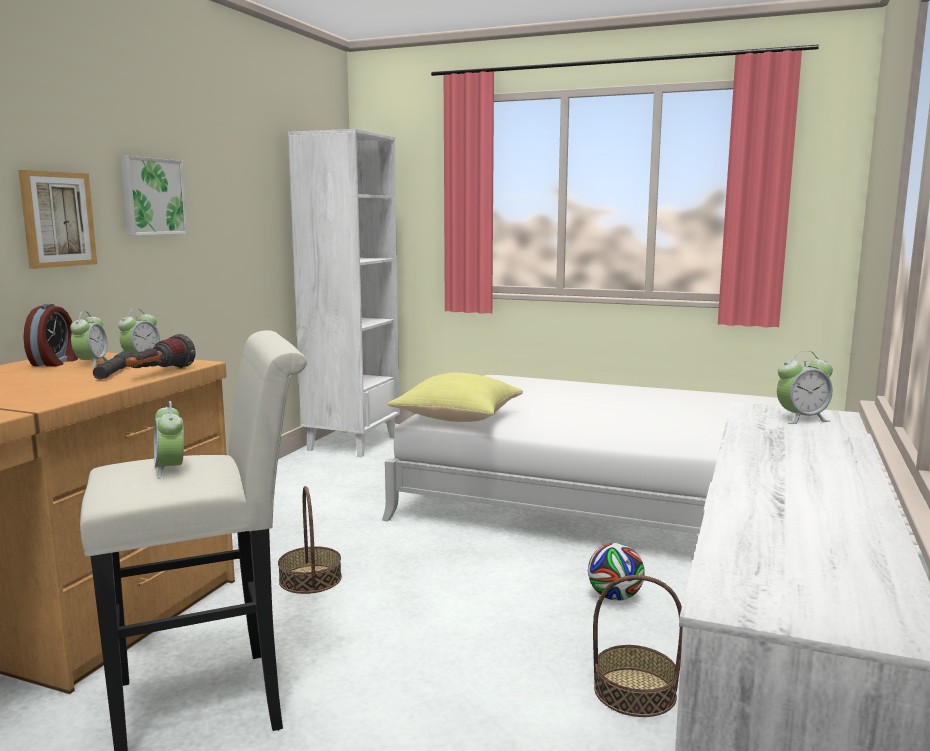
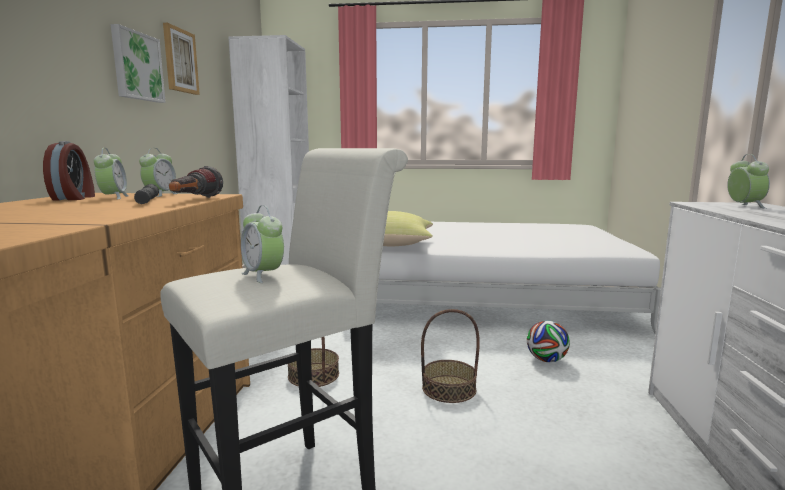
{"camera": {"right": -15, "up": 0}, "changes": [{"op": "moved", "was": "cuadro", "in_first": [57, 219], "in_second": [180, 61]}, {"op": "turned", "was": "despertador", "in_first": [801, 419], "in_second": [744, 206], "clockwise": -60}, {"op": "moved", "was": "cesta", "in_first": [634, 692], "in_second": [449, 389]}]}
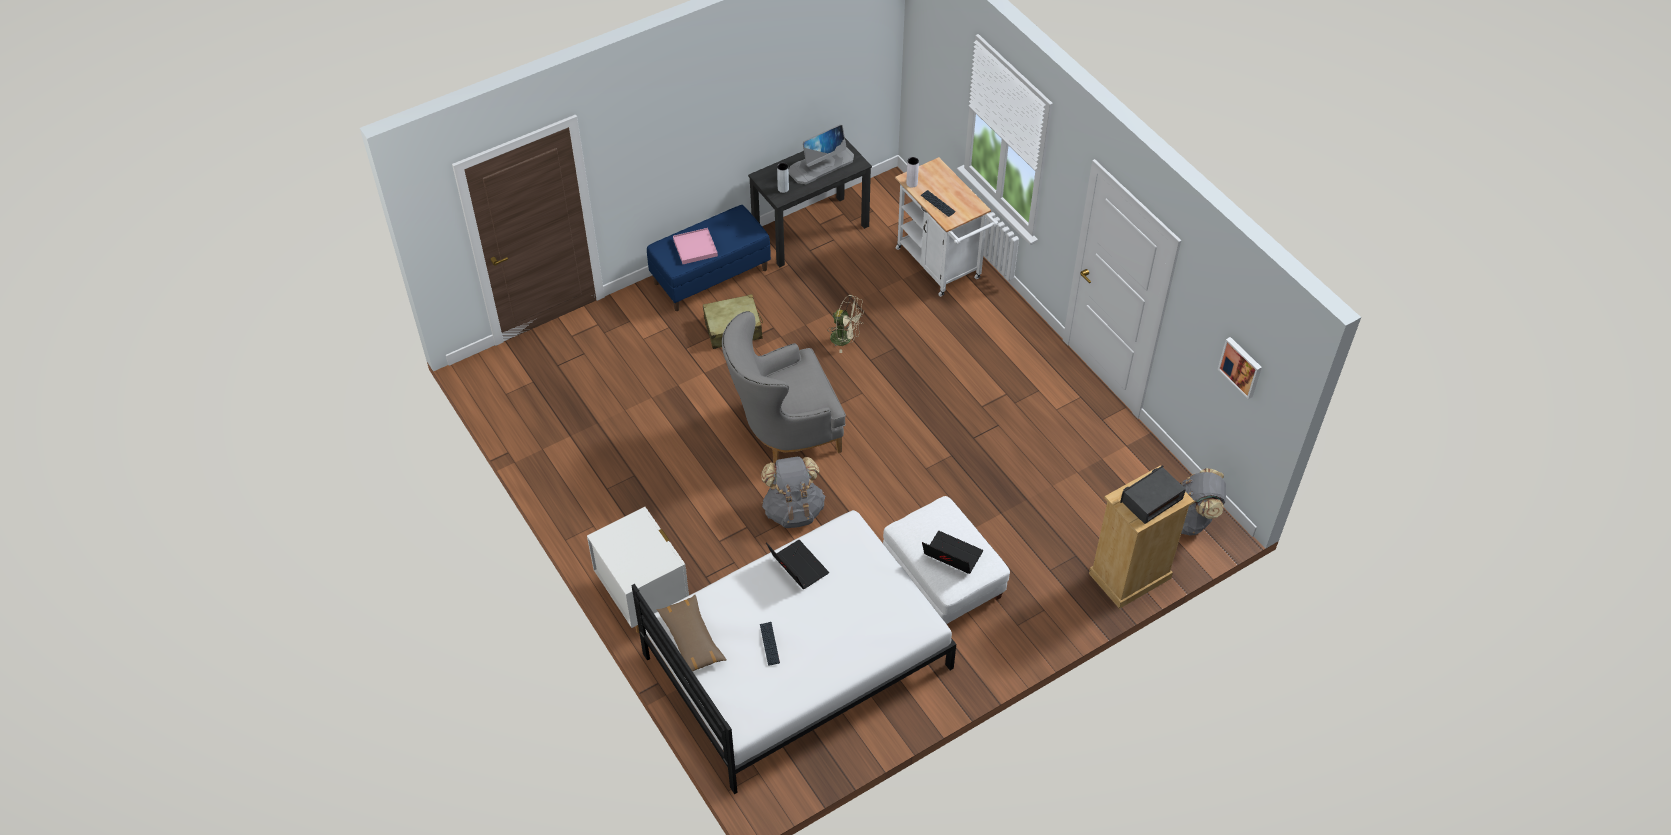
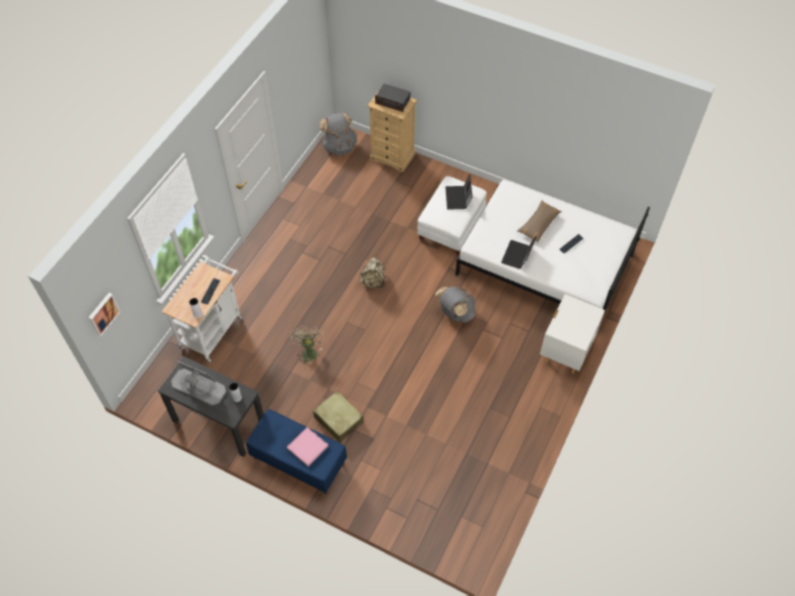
{"camera": {"right": -120, "up": 5}, "changes": [{"op": "removed", "was": "sillón [gris]", "in_first": [783, 431]}, {"op": "moved", "was": "cuadro", "in_first": [1241, 367], "in_second": [103, 313]}, {"op": "moved", "was": "cojín [marrón]", "in_first": [691, 639], "in_second": [539, 224]}, {"op": "added", "now": "mochila [beis]", "in_second": [373, 281]}]}
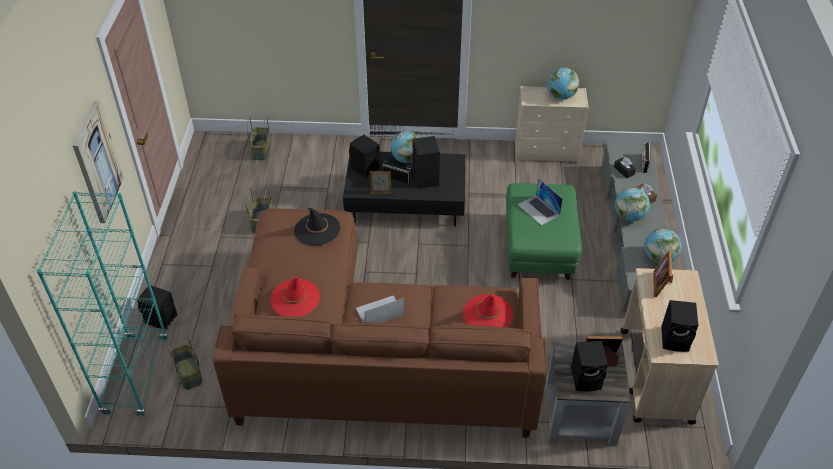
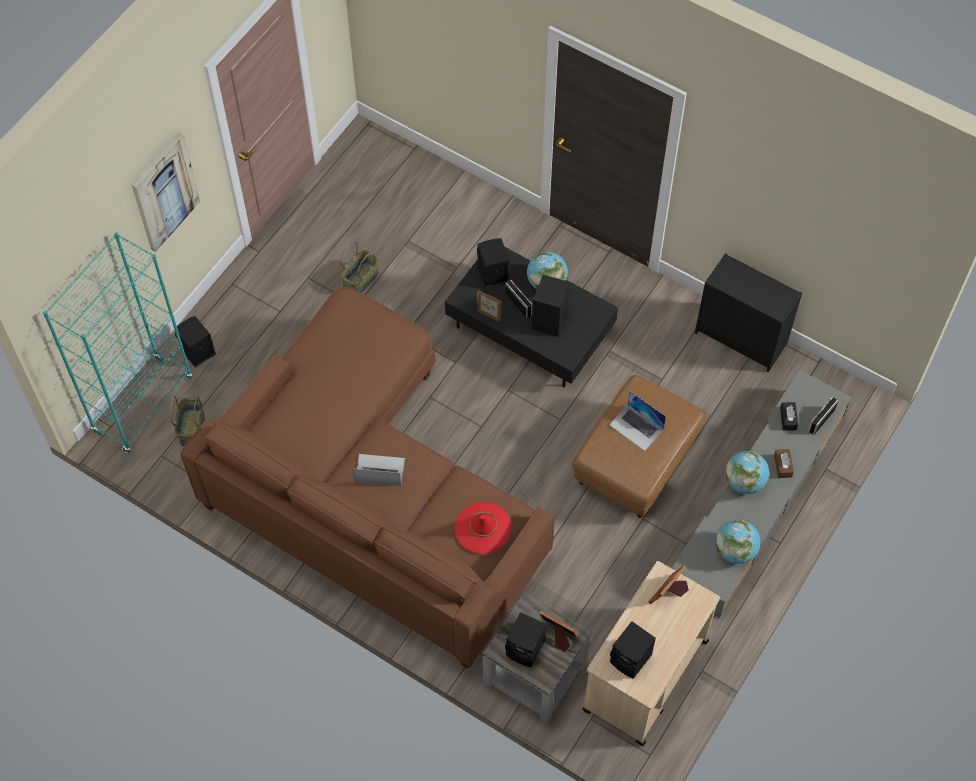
{"camera": {"right": 30, "up": 15}, "changes": [{"op": "removed", "was": "globo terráqueo", "in_first": [560, 96]}, {"op": "recoloured", "was": "cómoda [beis]", "now": "cómoda [negro]", "in_first": [547, 152], "in_second": [742, 338]}, {"op": "removed", "was": "cesta", "in_first": [261, 150]}, {"op": "turned", "was": "portátil", "in_first": [538, 210], "in_second": [636, 427], "clockwise": -45}, {"op": "recoloured", "was": "puf [verde]", "now": "puf [marrón]", "in_first": [539, 249], "in_second": [635, 463]}, {"op": "removed", "was": "sombrero [negro]", "in_first": [317, 229]}, {"op": "removed", "was": "sombrero [rojo]", "in_first": [295, 298]}]}
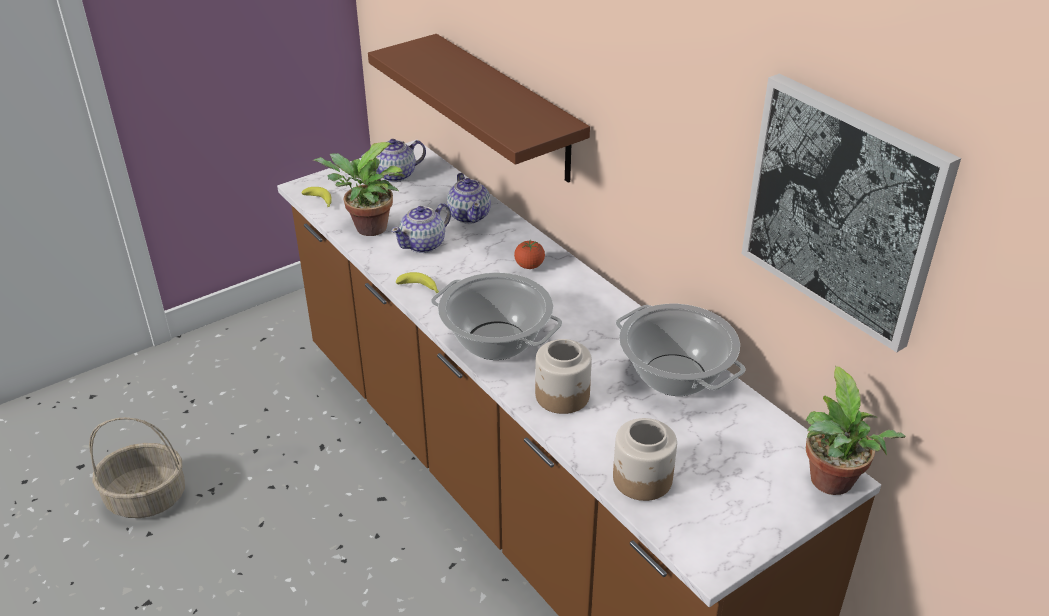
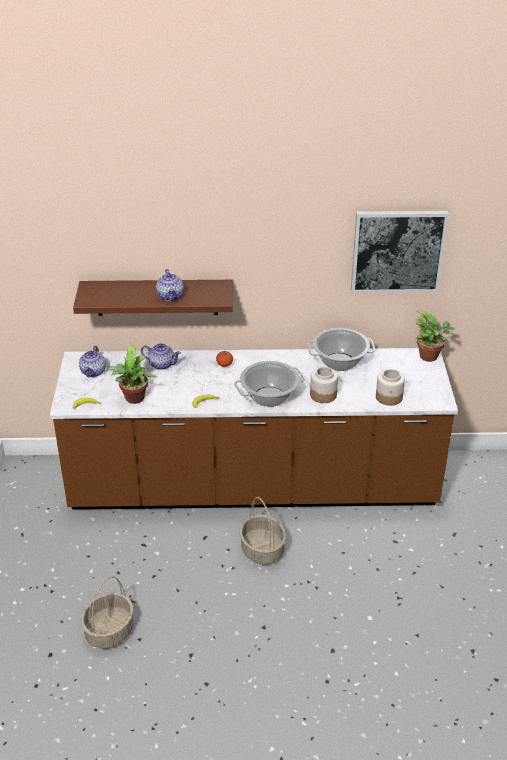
{"camera": {"right": -55, "up": 0}, "changes": [{"op": "moved", "was": "tetera", "in_first": [424, 244], "in_second": [170, 296]}, {"op": "added", "now": "cesta", "in_second": [262, 550]}]}
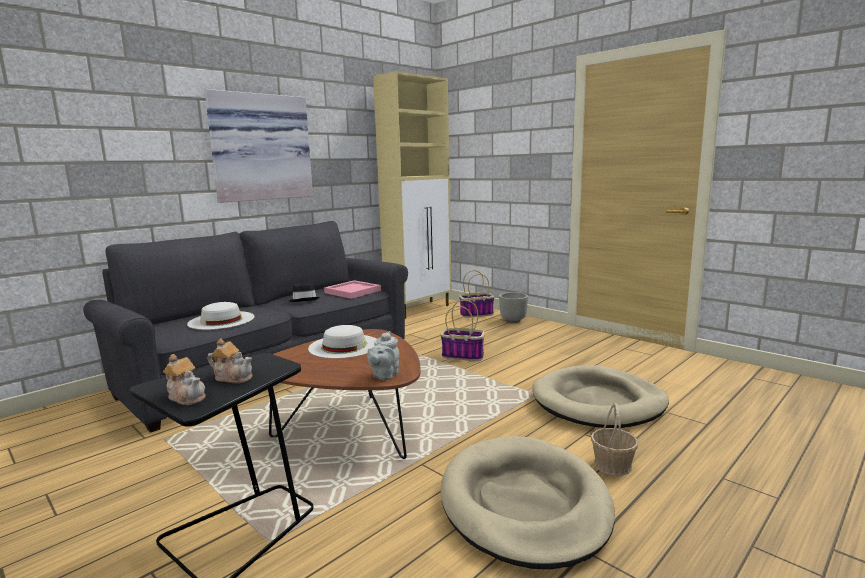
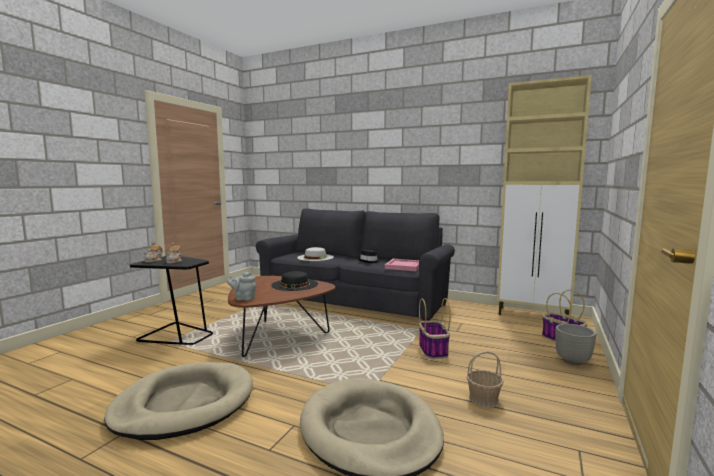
{"camera": {"right": 70, "up": -5}, "changes": [{"op": "removed", "was": "cuadro", "in_first": [260, 147]}, {"op": "recoloured", "was": "sombrero [blanco]", "now": "sombrero [negro]", "in_first": [344, 346], "in_second": [295, 284]}, {"op": "moved", "was": "cesta", "in_first": [613, 465], "in_second": [484, 399]}]}
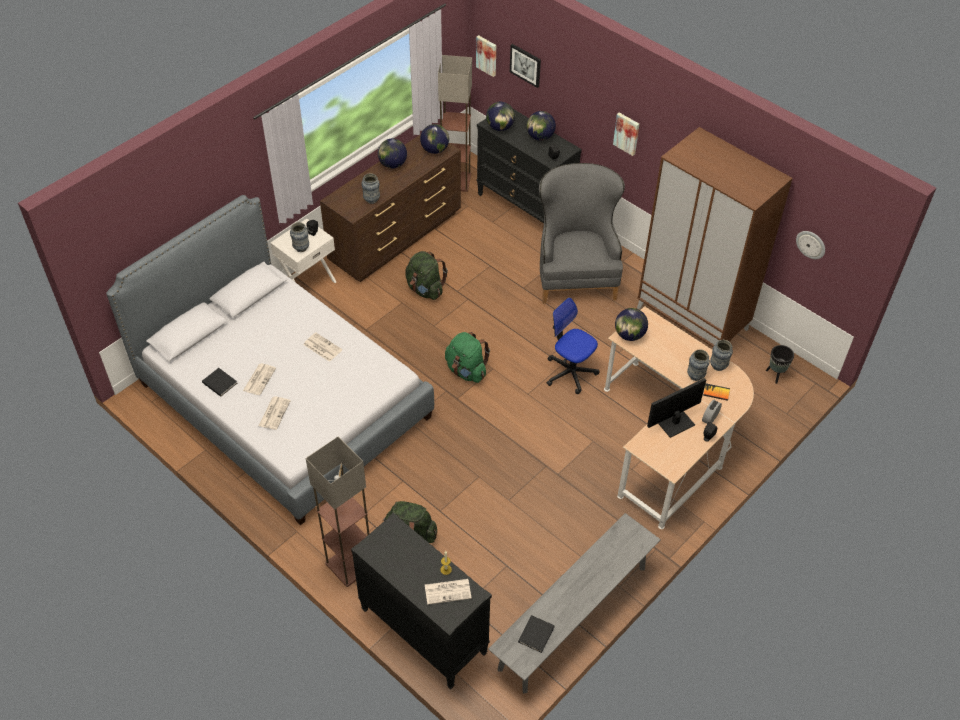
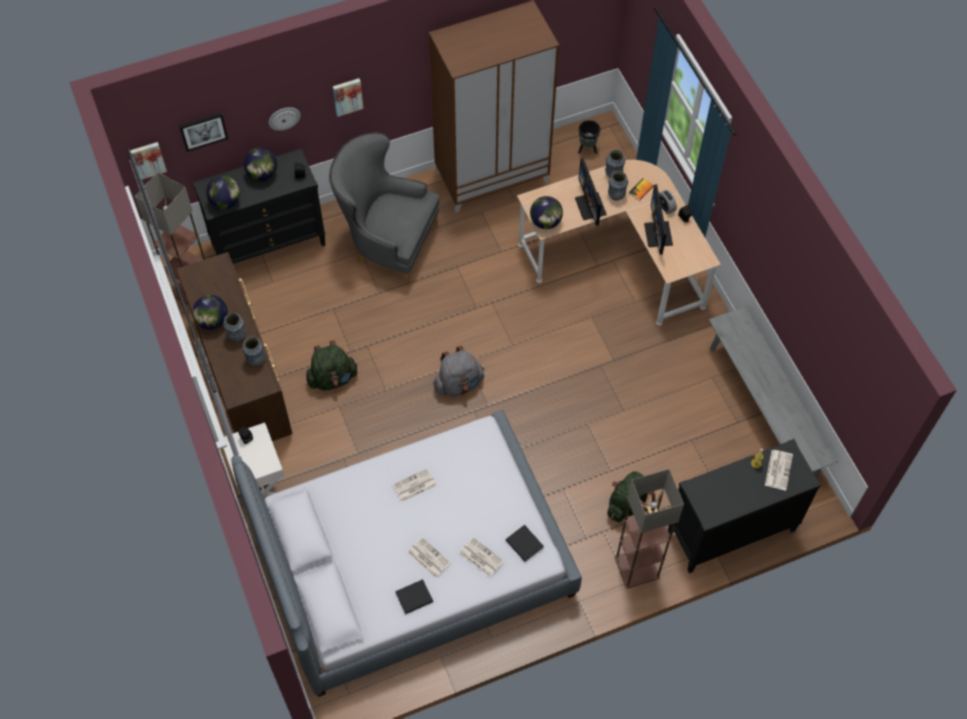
{"camera": {"right": -65, "up": 10}, "changes": [{"op": "removed", "was": "globo terráqueo", "in_first": [435, 150]}, {"op": "moved", "was": "florero", "in_first": [301, 248], "in_second": [237, 336]}, {"op": "moved", "was": "reloj de pared", "in_first": [811, 244], "in_second": [284, 118]}, {"op": "removed", "was": "silla de oficina", "in_first": [570, 372]}, {"op": "recoloured", "was": "mochila [verde]", "now": "mochila [gris]", "in_first": [466, 371], "in_second": [458, 384]}, {"op": "moved", "was": "libro [negro]", "in_first": [536, 633], "in_second": [523, 543]}, {"op": "added", "now": "monitor", "in_second": [591, 206]}]}
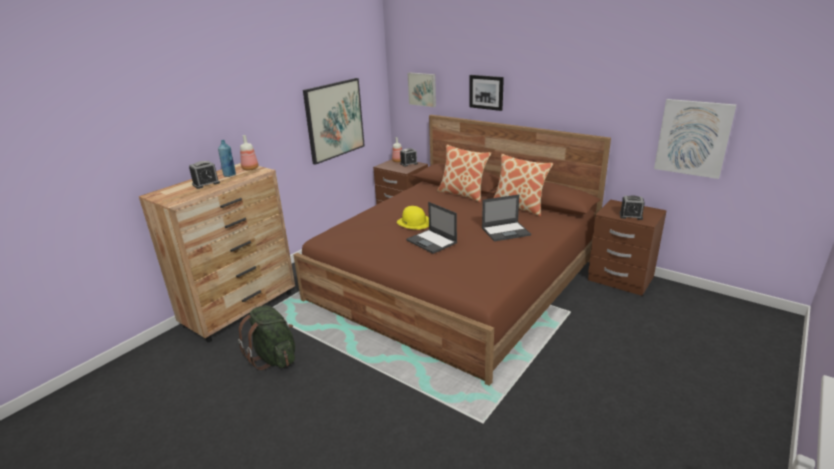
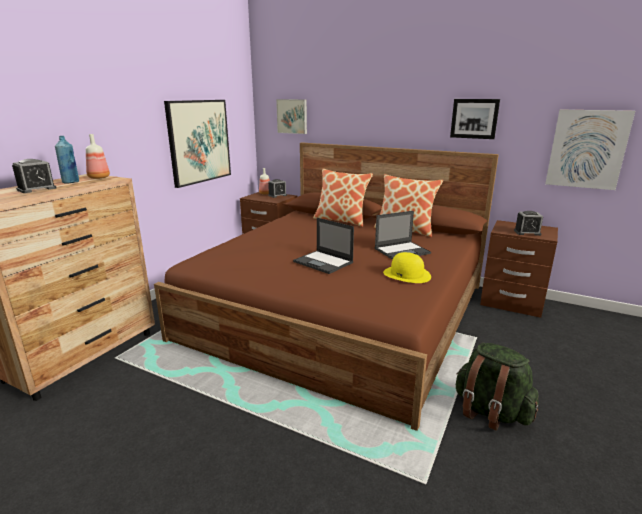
{"camera": {"right": -10, "up": -5}, "changes": [{"op": "moved", "was": "cuadro", "in_first": [486, 92], "in_second": [474, 118]}, {"op": "moved", "was": "sombrero [amarillo]", "in_first": [414, 222], "in_second": [407, 274]}, {"op": "moved", "was": "mochila [verde]", "in_first": [274, 357], "in_second": [490, 412]}]}
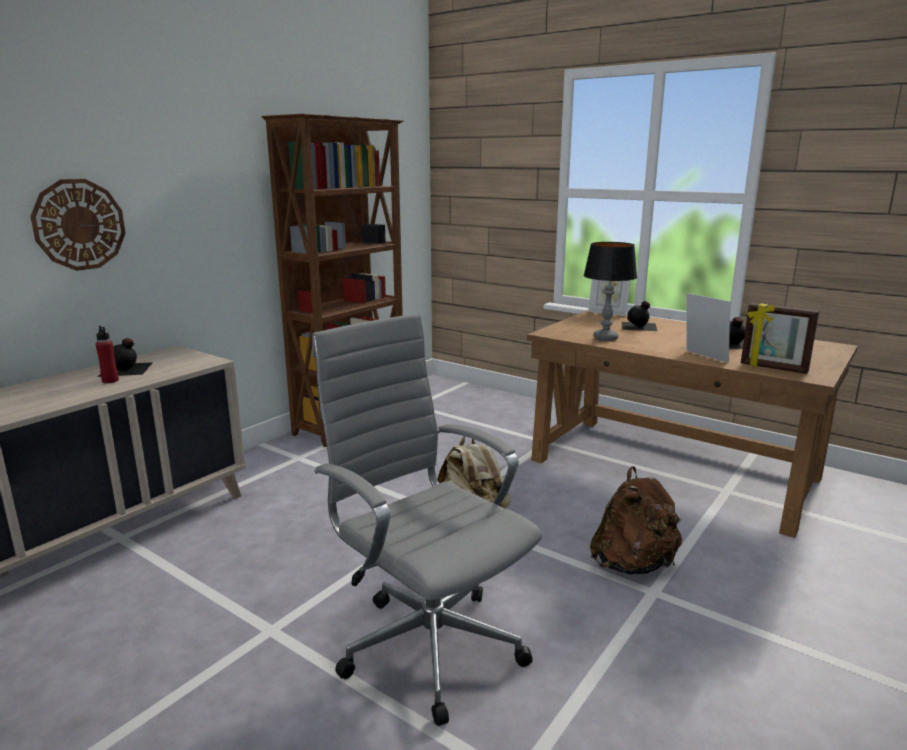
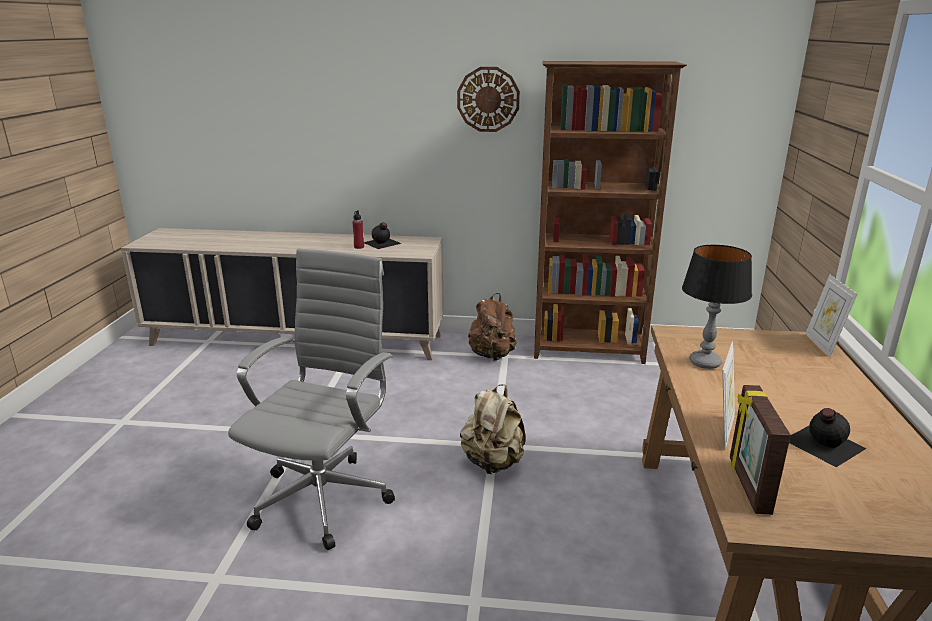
{"camera": {"right": 60, "up": 5}, "changes": [{"op": "moved", "was": "reloj de pared", "in_first": [79, 225], "in_second": [488, 99]}, {"op": "removed", "was": "botella [negro]", "in_first": [639, 326]}, {"op": "moved", "was": "mochila [marrón]", "in_first": [633, 565], "in_second": [492, 355]}]}
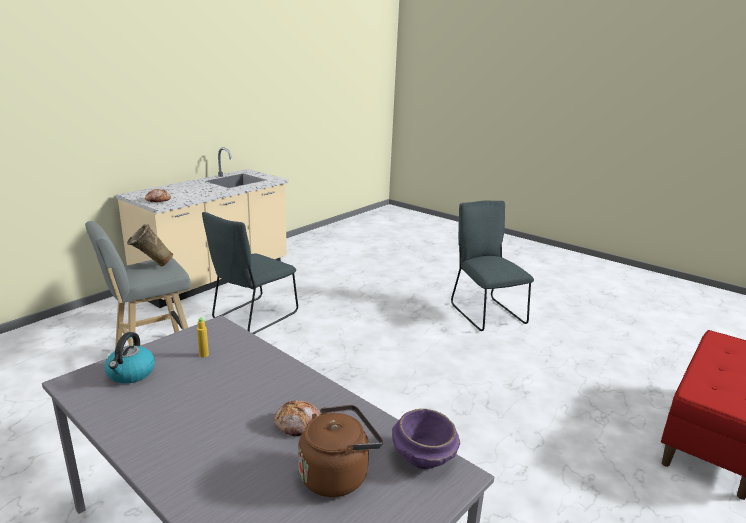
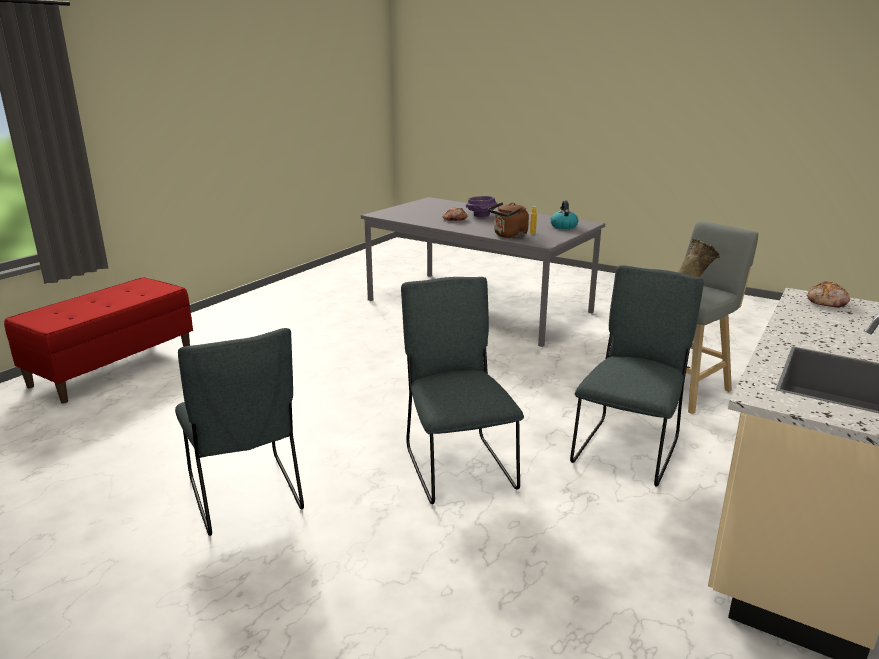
{"camera": {"right": 175, "up": 0}, "changes": [{"op": "moved", "was": "hervidor [marrón]", "in_first": [337, 475], "in_second": [509, 236]}, {"op": "moved", "was": "cuenco [morado]", "in_first": [423, 457], "in_second": [481, 215]}, {"op": "added", "now": "silla [gris]", "in_second": [457, 465]}]}
